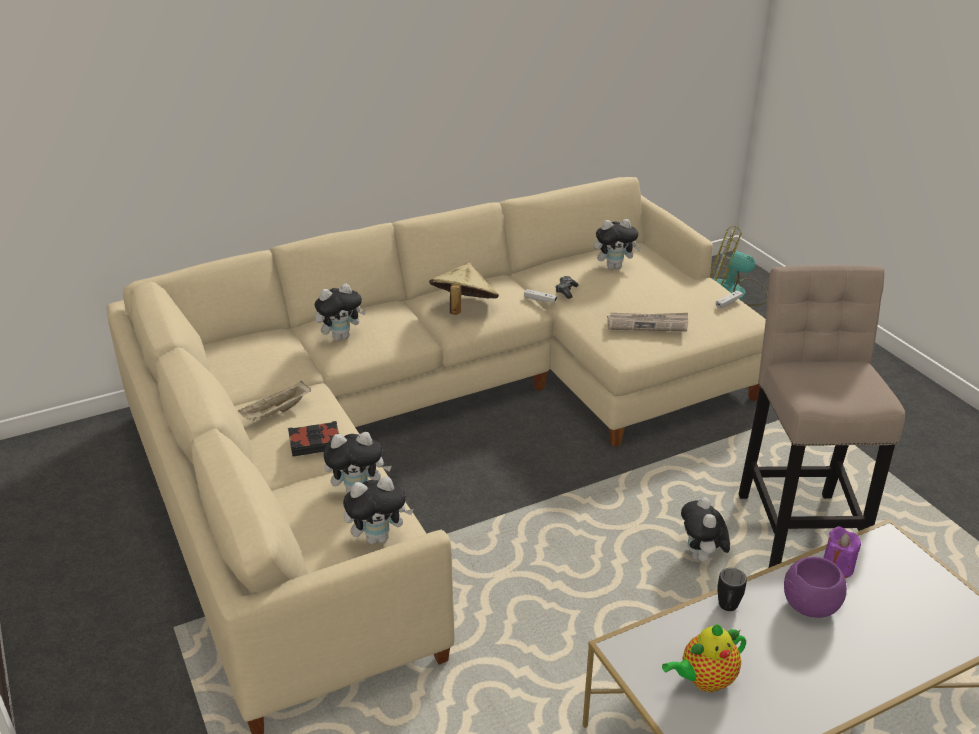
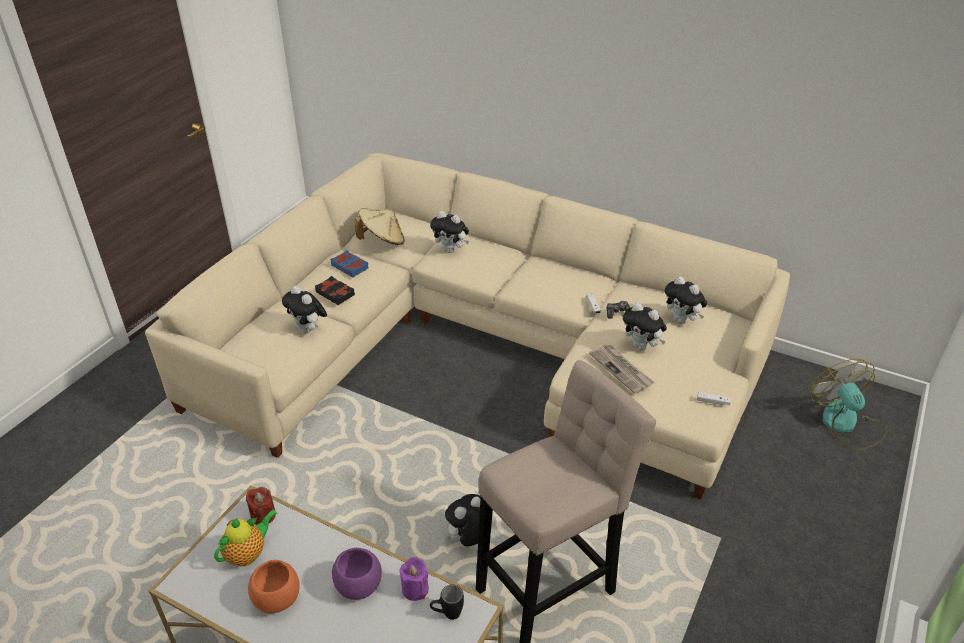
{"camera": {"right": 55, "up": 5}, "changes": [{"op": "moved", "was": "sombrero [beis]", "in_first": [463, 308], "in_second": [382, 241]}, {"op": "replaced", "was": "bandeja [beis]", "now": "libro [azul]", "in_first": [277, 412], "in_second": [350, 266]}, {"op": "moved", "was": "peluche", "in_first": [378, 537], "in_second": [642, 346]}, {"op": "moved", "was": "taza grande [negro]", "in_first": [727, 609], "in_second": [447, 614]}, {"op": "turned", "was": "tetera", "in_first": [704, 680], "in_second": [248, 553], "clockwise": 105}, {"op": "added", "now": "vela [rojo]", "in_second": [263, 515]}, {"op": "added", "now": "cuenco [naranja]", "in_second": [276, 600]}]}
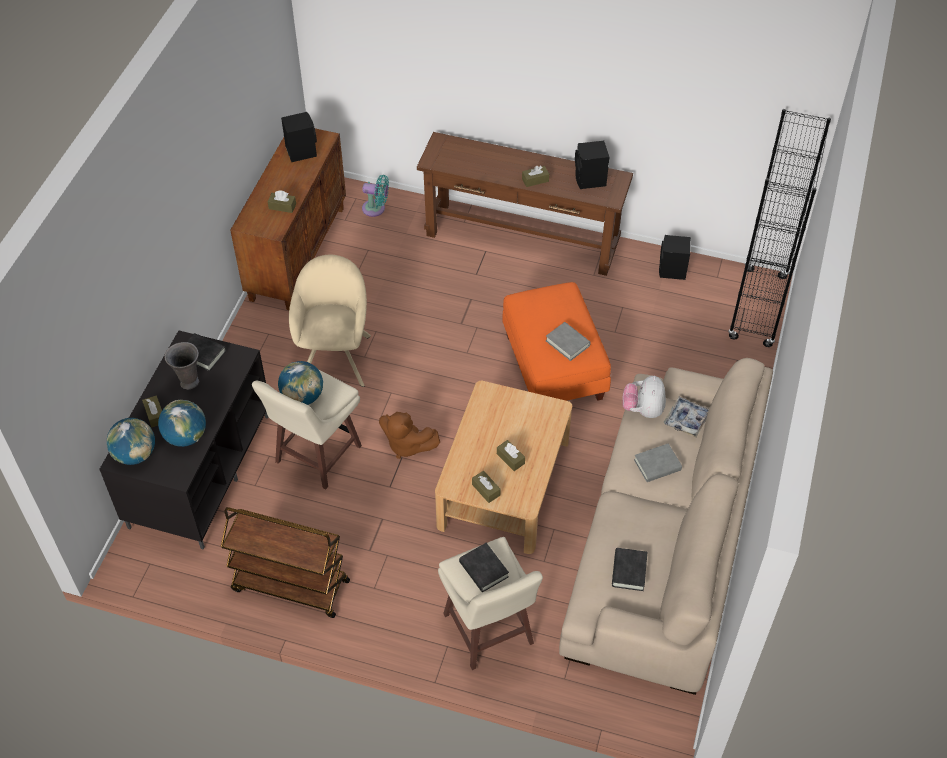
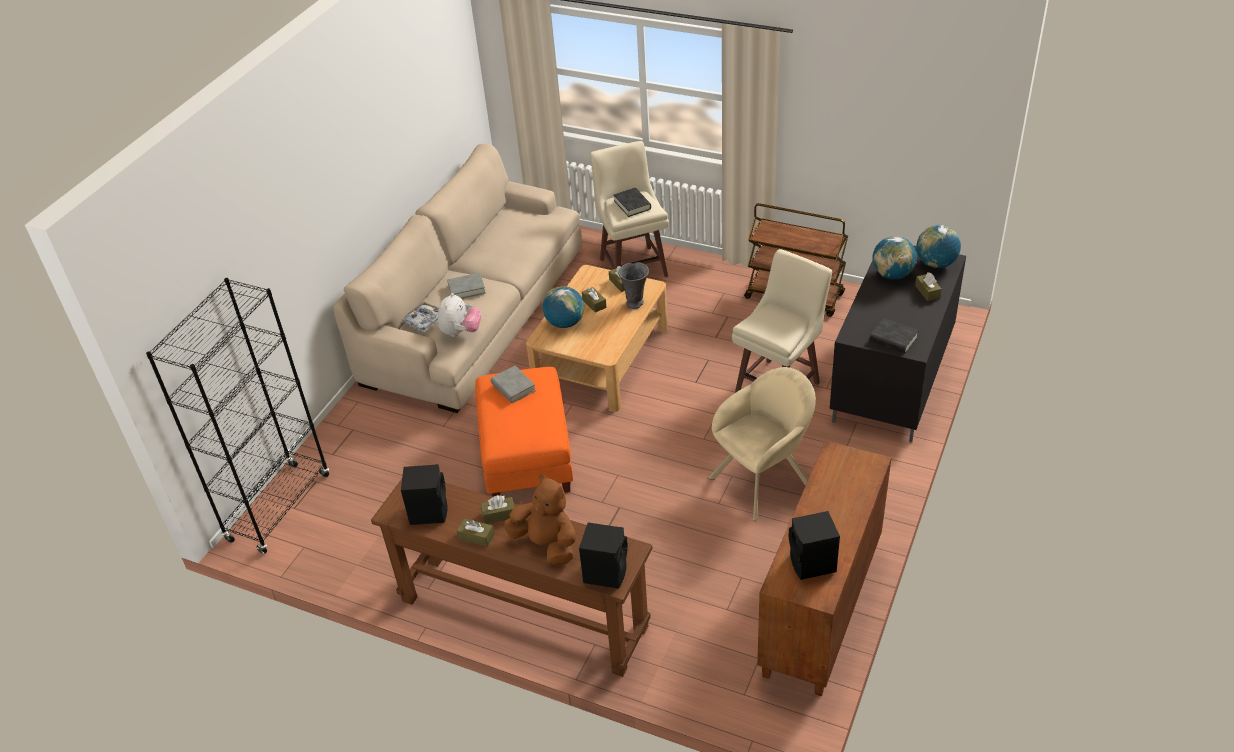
{"camera": {"right": -170, "up": -10}, "changes": [{"op": "removed", "was": "ventilador [turquesa]", "in_first": [376, 209]}, {"op": "moved", "was": "caja de pañuelos [marrón]", "in_first": [282, 206], "in_second": [476, 537]}, {"op": "moved", "was": "altavoz [negro]", "in_first": [672, 271], "in_second": [606, 572]}, {"op": "turned", "was": "sillón [beis]", "in_first": [336, 355], "in_second": [764, 479], "clockwise": -135}, {"op": "moved", "was": "florero [gris]", "in_first": [189, 382], "in_second": [635, 303]}, {"op": "moved", "was": "globo terráqueo", "in_first": [302, 397], "in_second": [565, 323]}, {"op": "moved", "was": "peluche [marrón]", "in_first": [406, 445], "in_second": [547, 544]}, {"op": "removed", "was": "libro [negro]", "in_first": [629, 571]}]}
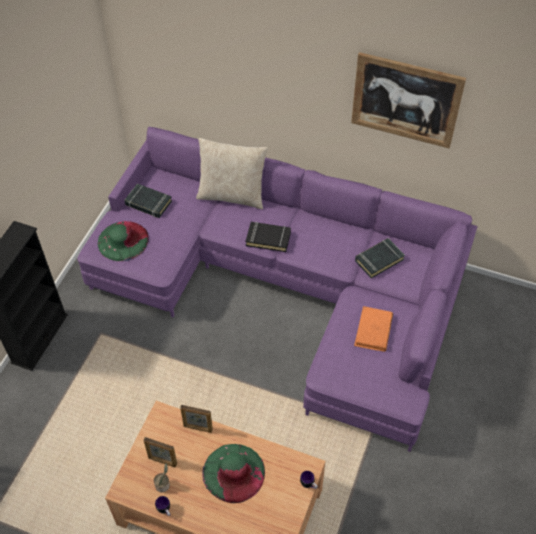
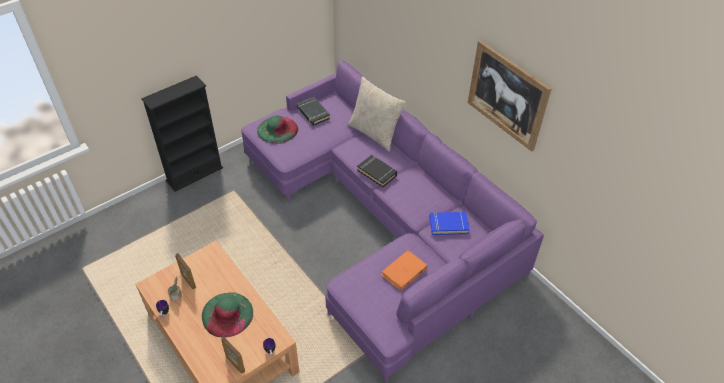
{"camera": {"right": 30, "up": -5}, "changes": [{"op": "recoloured", "was": "libro [negro]", "now": "libro [azul]", "in_first": [379, 260], "in_second": [448, 225]}, {"op": "moved", "was": "portarretratos", "in_first": [198, 428], "in_second": [235, 364]}]}
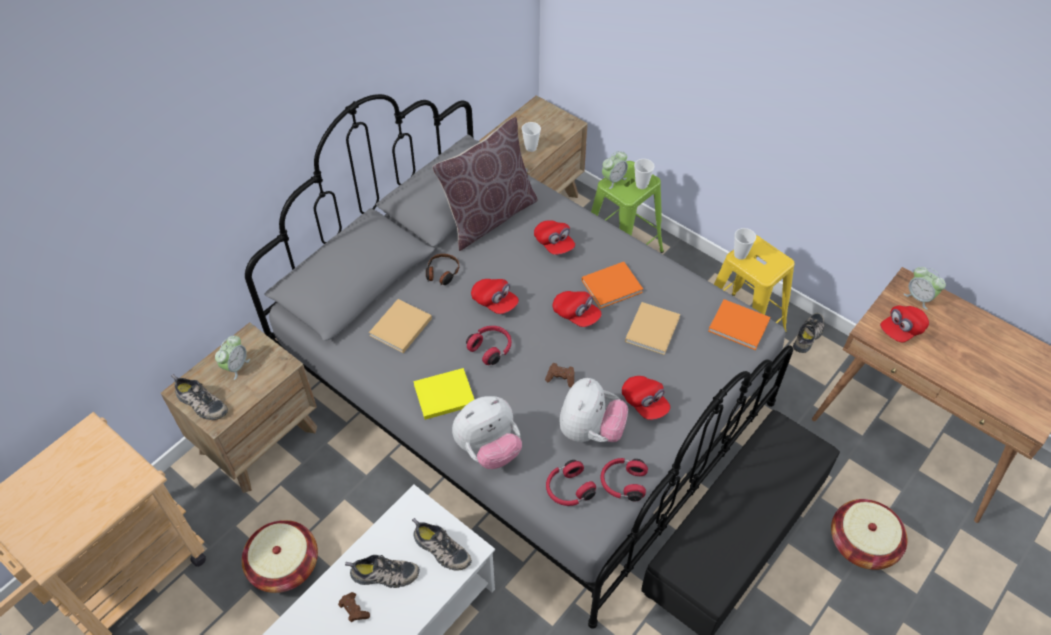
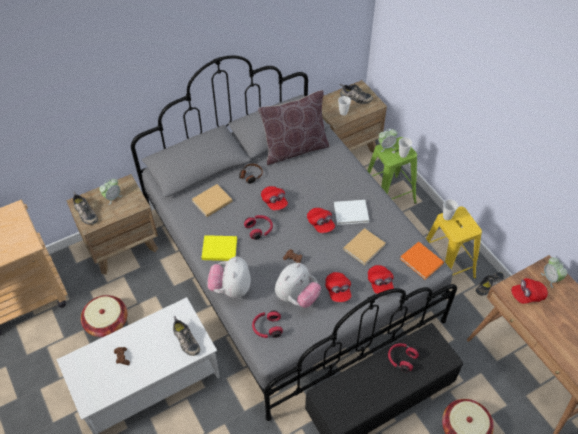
{"camera": {"right": 20, "up": 0}, "changes": [{"op": "moved", "was": "gorra [rojo]", "in_first": [554, 244], "in_second": [380, 284]}, {"op": "recoloured", "was": "libro [naranja]", "now": "libro [blanco]", "in_first": [613, 286], "in_second": [352, 213]}, {"op": "turned", "was": "peluche", "in_first": [488, 448], "in_second": [231, 288], "clockwise": 105}, {"op": "moved", "was": "auriculares [rojo]", "in_first": [622, 483], "in_second": [401, 359]}, {"op": "moved", "was": "zapato", "in_first": [384, 576], "in_second": [355, 98]}]}
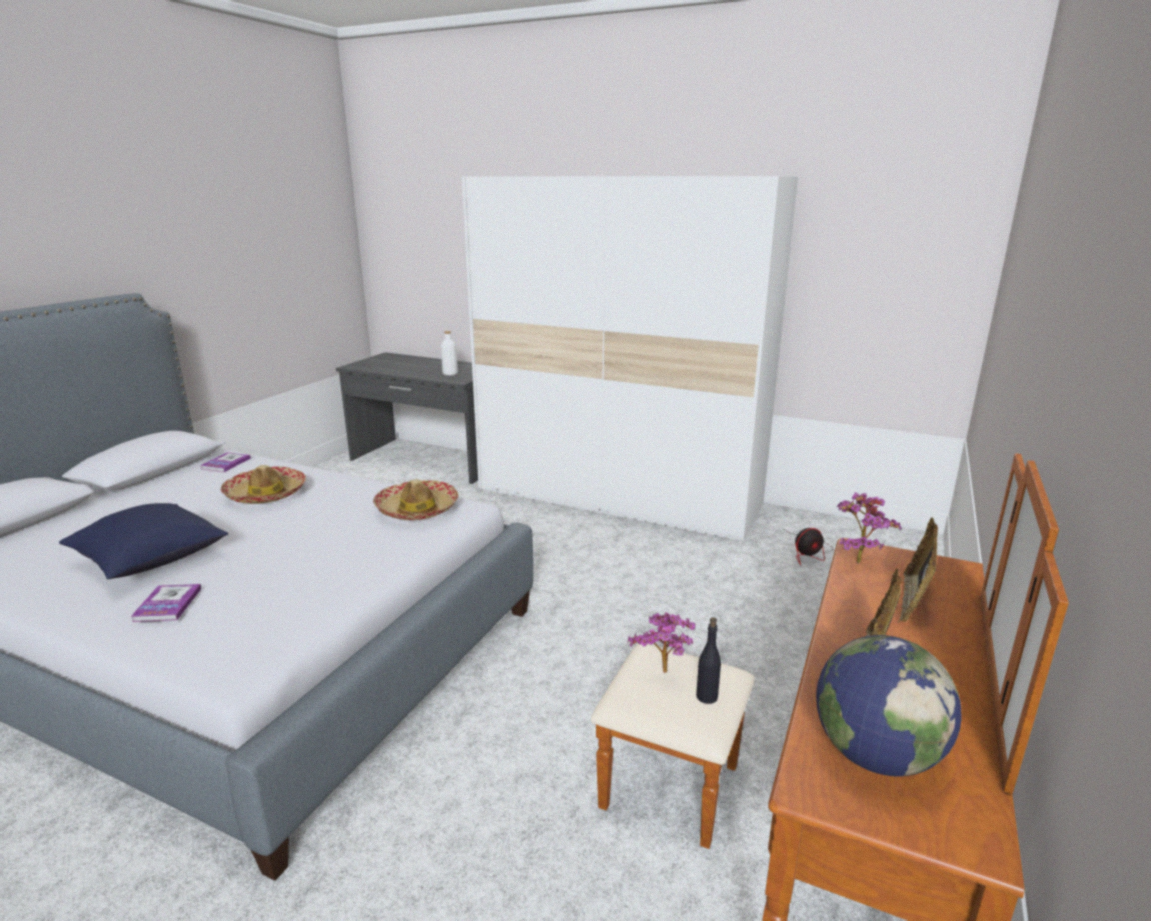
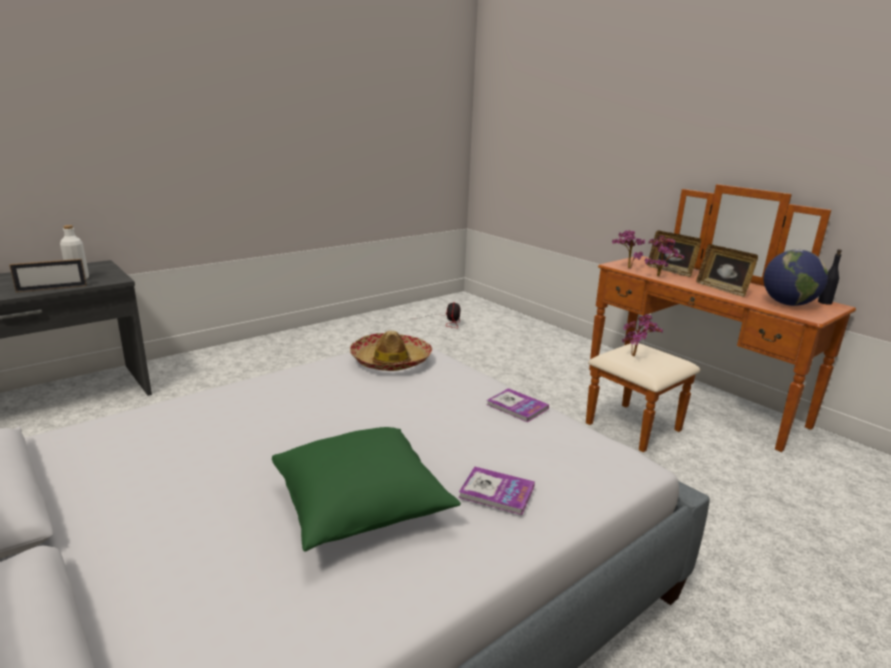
{"camera": {"right": -65, "up": 0}, "changes": [{"op": "removed", "was": "armario ropero [blanco]", "in_first": [618, 497]}, {"op": "moved", "was": "libro", "in_first": [226, 463], "in_second": [517, 406]}, {"op": "removed", "was": "sombrero", "in_first": [266, 494]}, {"op": "recoloured", "was": "cojín [azul]", "now": "cojín [verde]", "in_first": [150, 560], "in_second": [361, 507]}, {"op": "moved", "was": "botella [negro]", "in_first": [706, 696], "in_second": [824, 302]}, {"op": "added", "now": "planta en maceta", "in_second": [658, 276]}, {"op": "added", "now": "portarretratos", "in_second": [52, 288]}]}
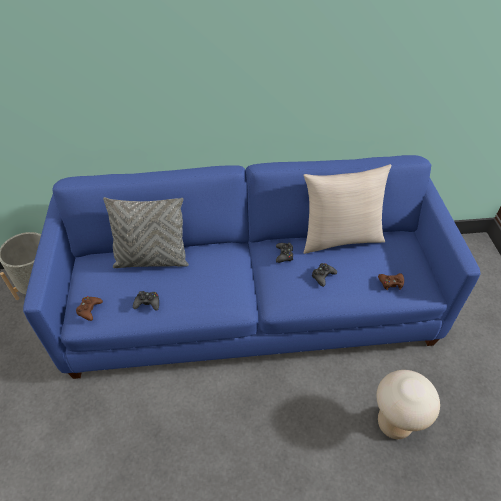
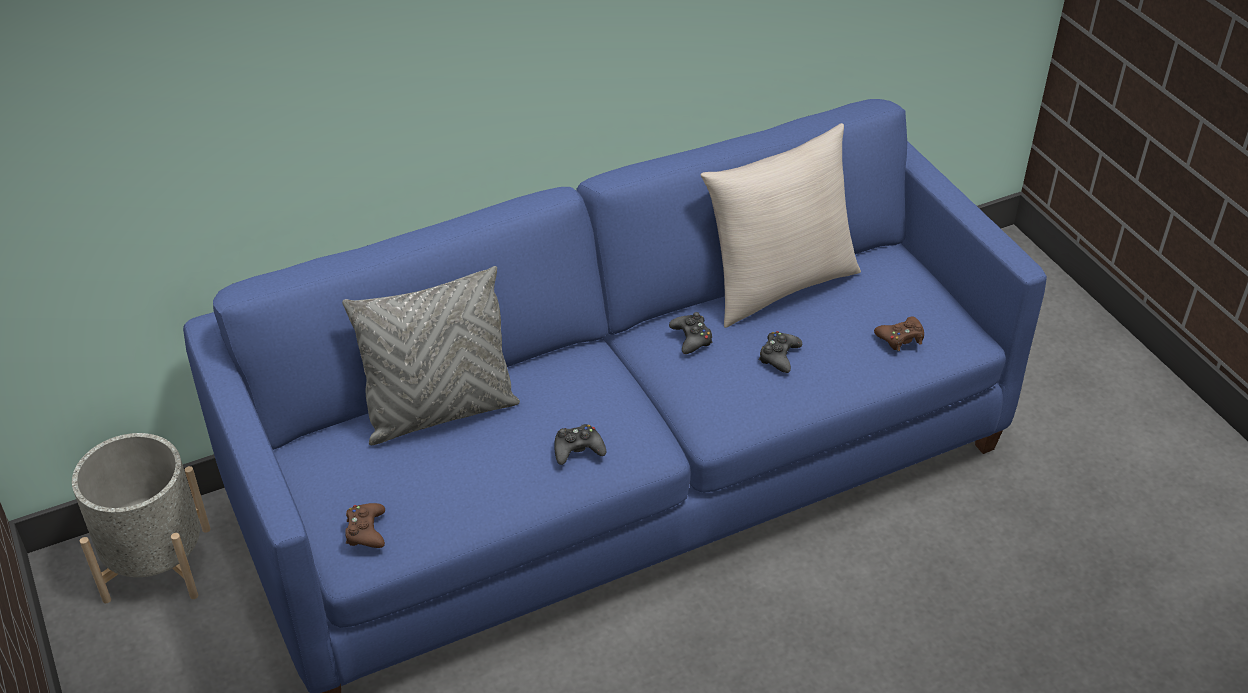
{"camera": {"right": -20, "up": -5}, "changes": [{"op": "moved", "was": "mando de consola [negro]", "in_first": [147, 303], "in_second": [578, 449]}, {"op": "removed", "was": "taburete [beis]", "in_first": [393, 424]}]}
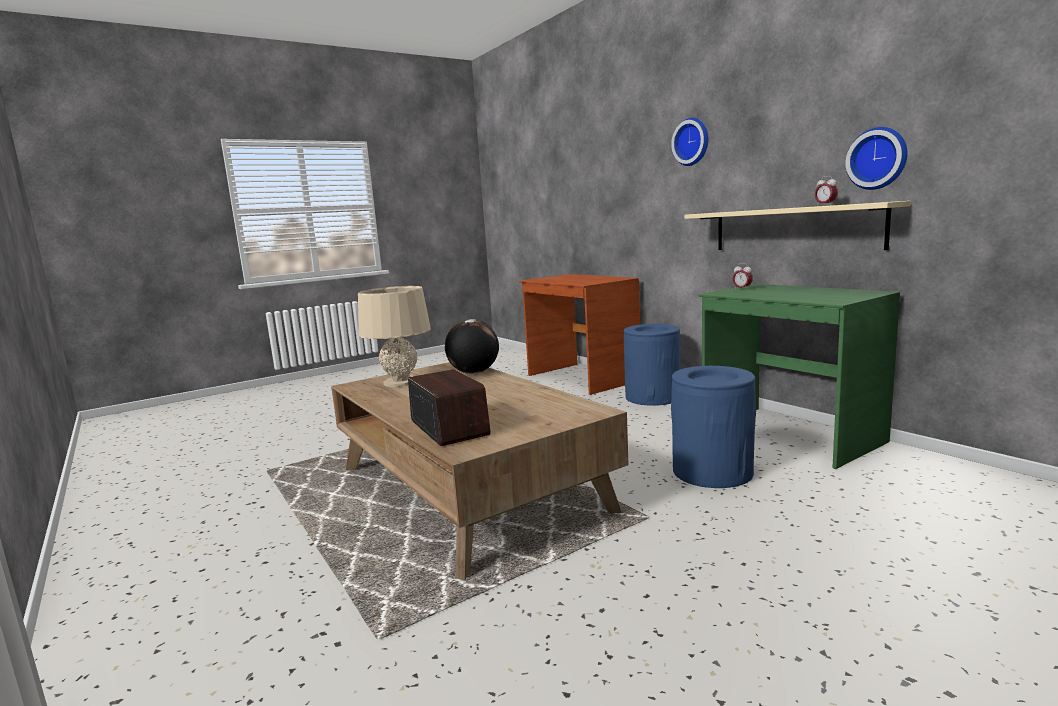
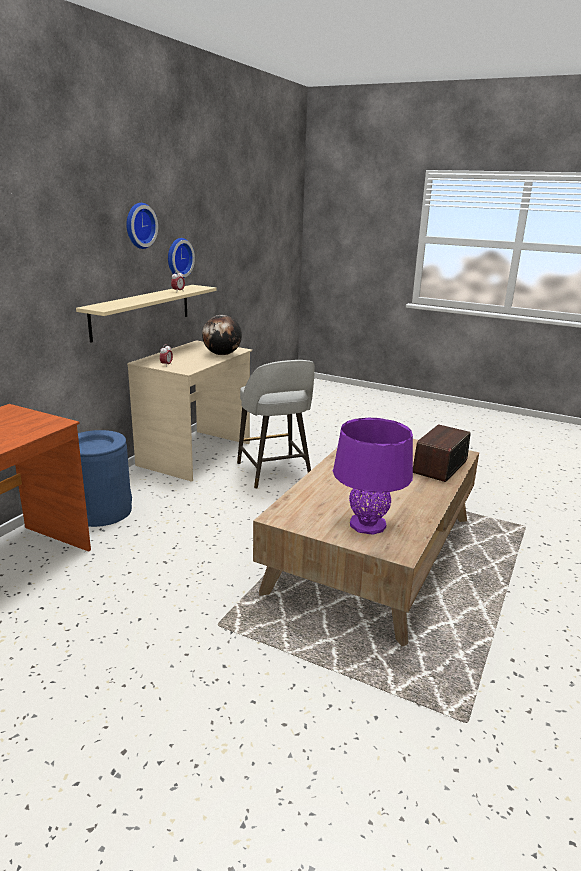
{"camera": {"right": -120, "up": 10}, "changes": [{"op": "moved", "was": "reloj de pared", "in_first": [692, 142], "in_second": [138, 225]}, {"op": "recoloured", "was": "escritorio [verde]", "now": "escritorio [beis]", "in_first": [788, 435], "in_second": [196, 454]}, {"op": "recoloured", "was": "lámpara de mesa [beis]", "now": "lámpara de mesa [morado]", "in_first": [400, 382], "in_second": [368, 524]}, {"op": "moved", "was": "globo terráqueo", "in_first": [473, 373], "in_second": [222, 354]}, {"op": "replaced", "was": "papelera [azul]", "now": "taburete [gris]", "in_first": [712, 471], "in_second": [274, 472]}]}
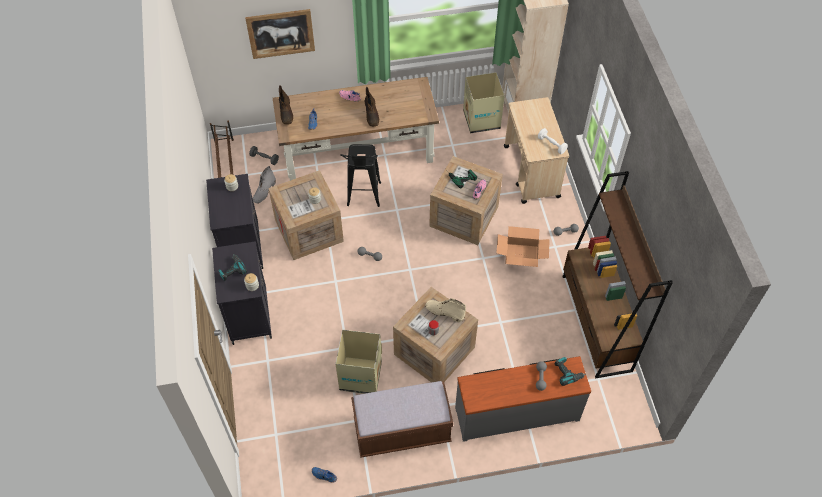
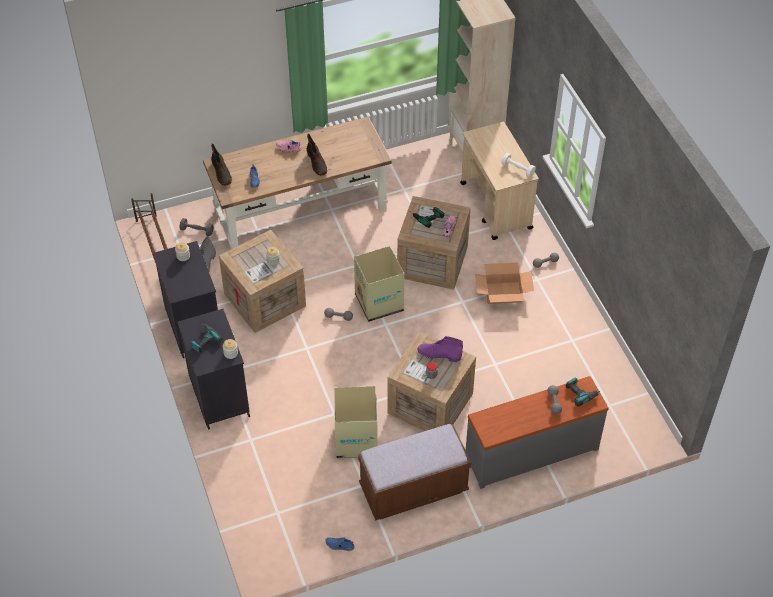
{"camera": {"right": -10, "up": -5}, "changes": [{"op": "removed", "was": "cuadro", "in_first": [281, 33]}, {"op": "moved", "was": "caja de cartón", "in_first": [481, 119], "in_second": [379, 302]}, {"op": "removed", "was": "taburete [negro]", "in_first": [363, 199]}, {"op": "removed", "was": "estantería [marrón]", "in_first": [596, 323]}, {"op": "recoloured", "was": "bota [beis]", "now": "bota [morado]", "in_first": [444, 312], "in_second": [439, 354]}]}
